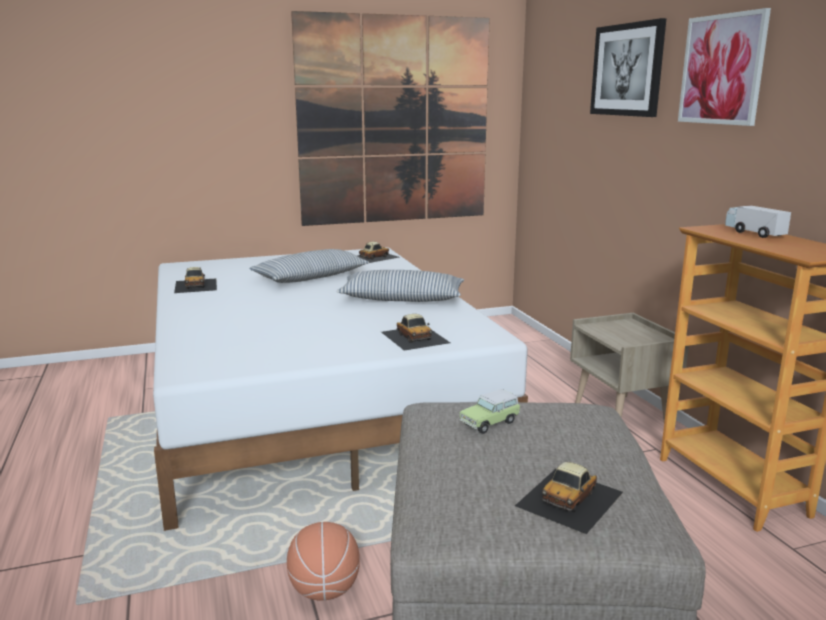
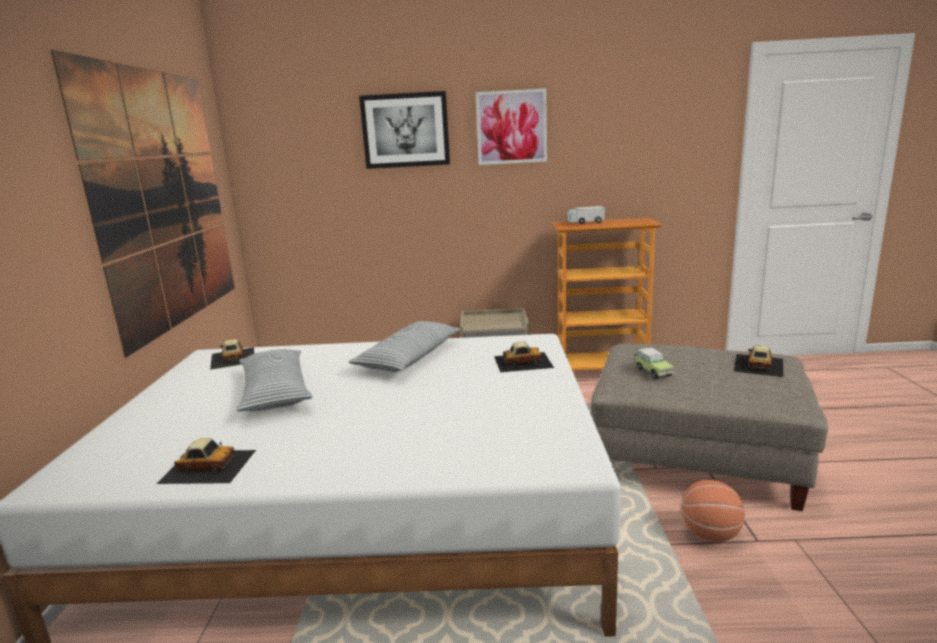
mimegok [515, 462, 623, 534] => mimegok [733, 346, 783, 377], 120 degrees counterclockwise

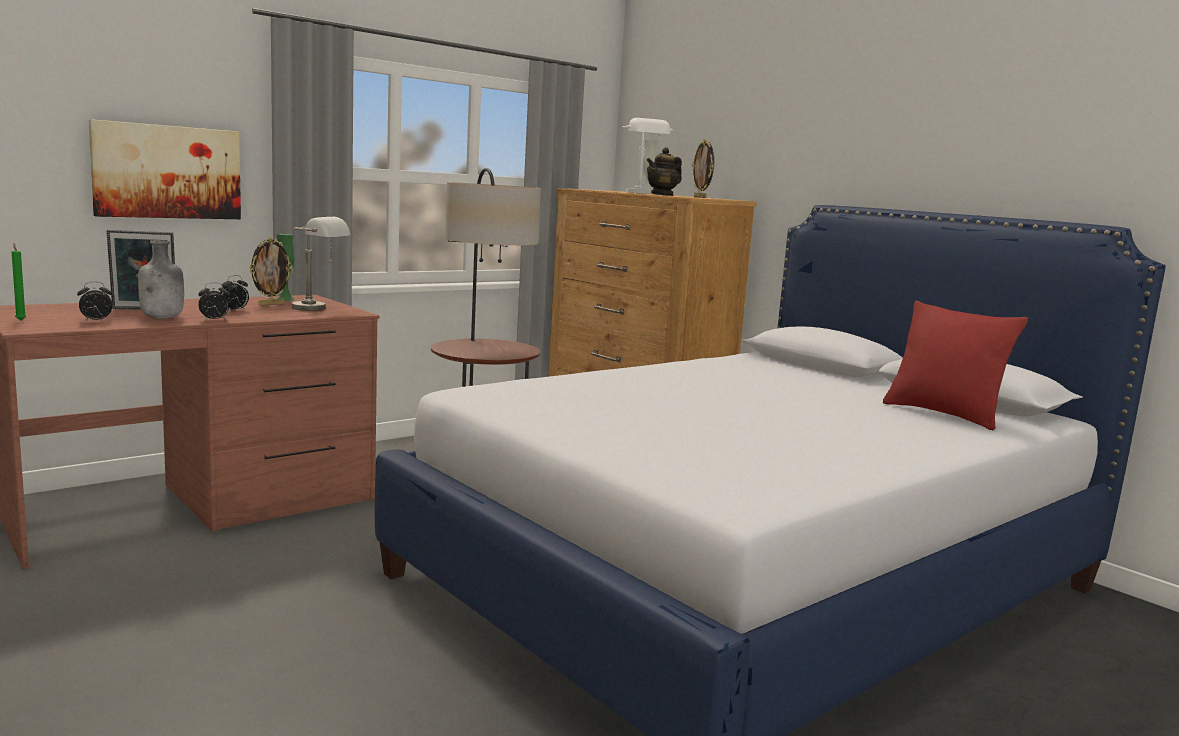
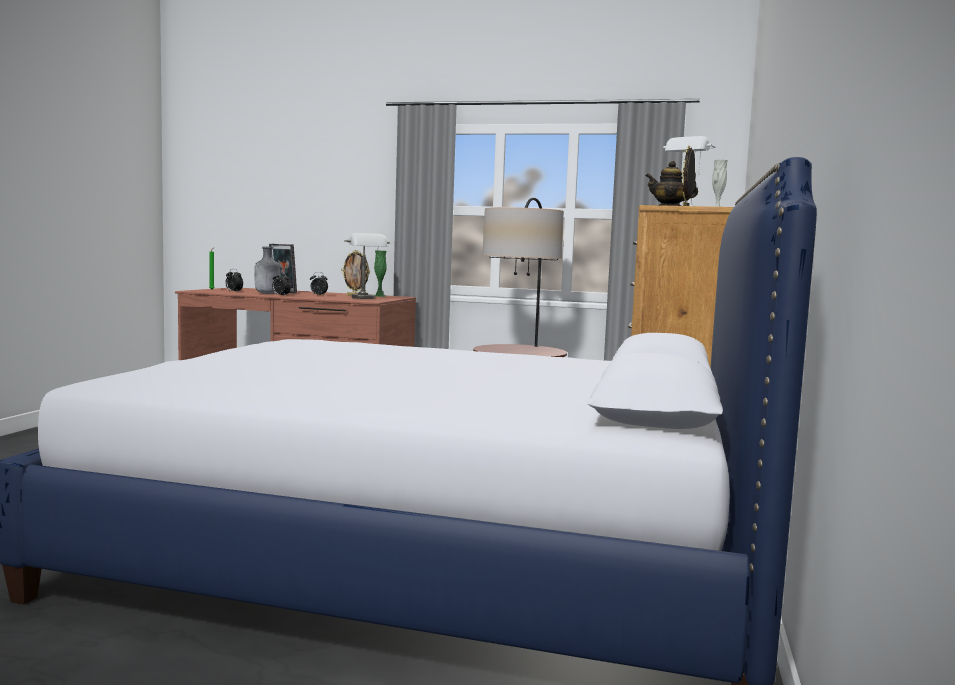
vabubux [89, 119, 241, 219] => nothing
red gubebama [883, 301, 1028, 431] => nothing

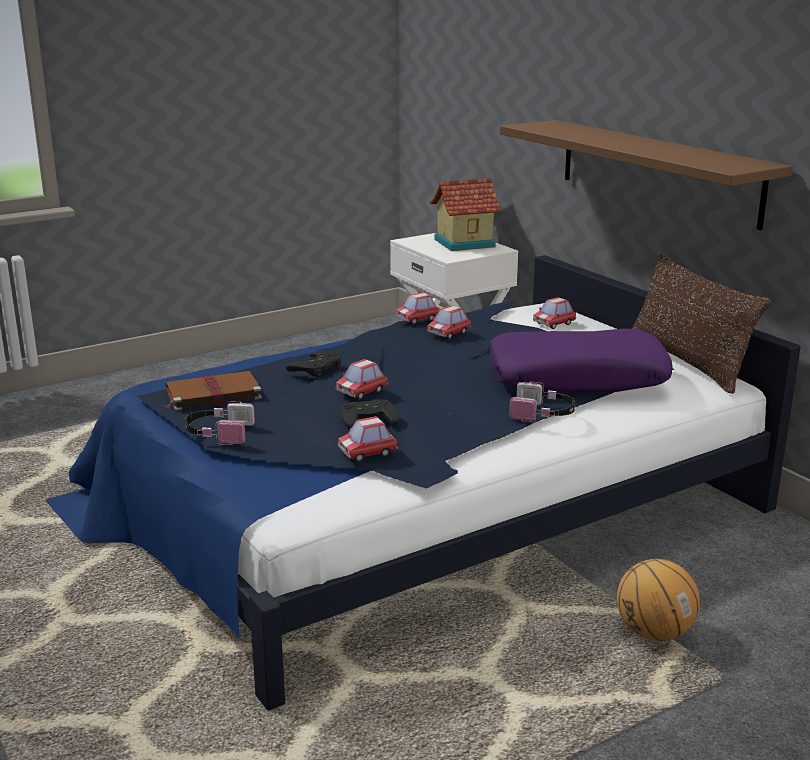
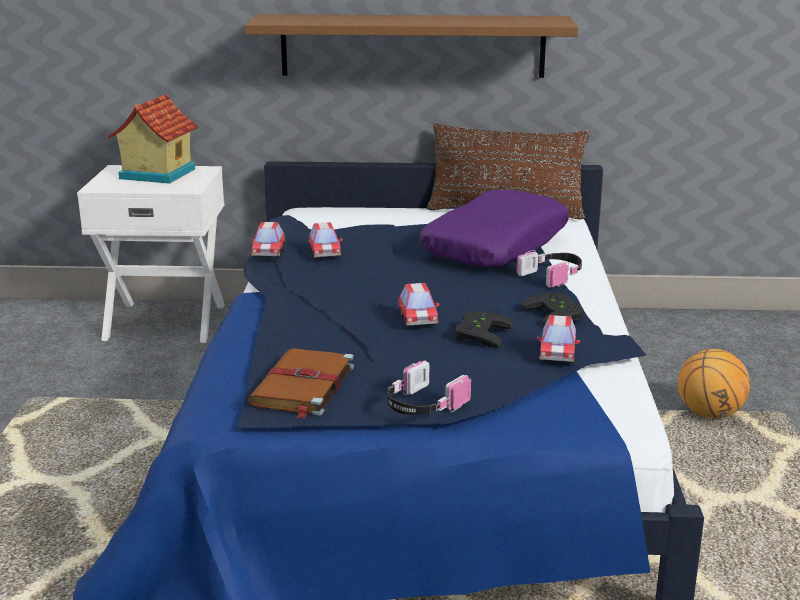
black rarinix [286, 351, 341, 377] => black rarinix [522, 293, 584, 325], relocated
mimegok [533, 297, 576, 329] => nothing

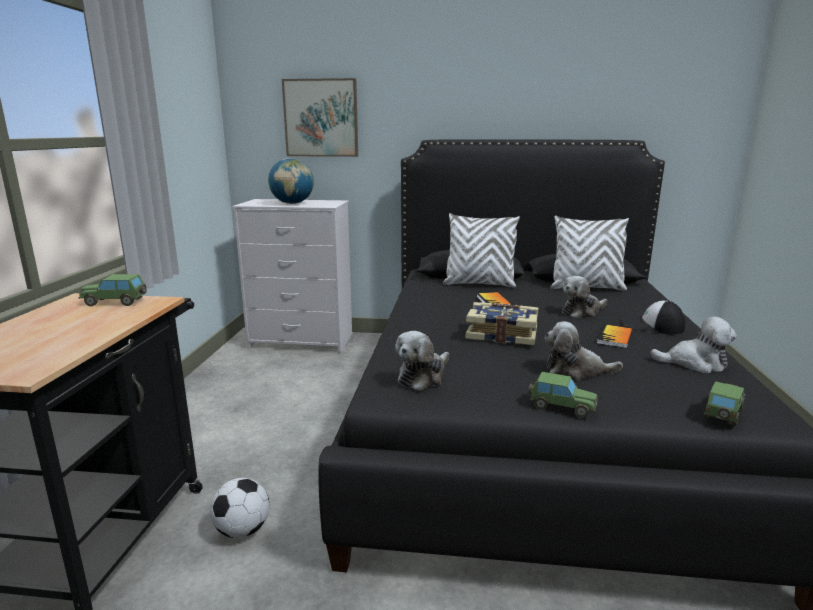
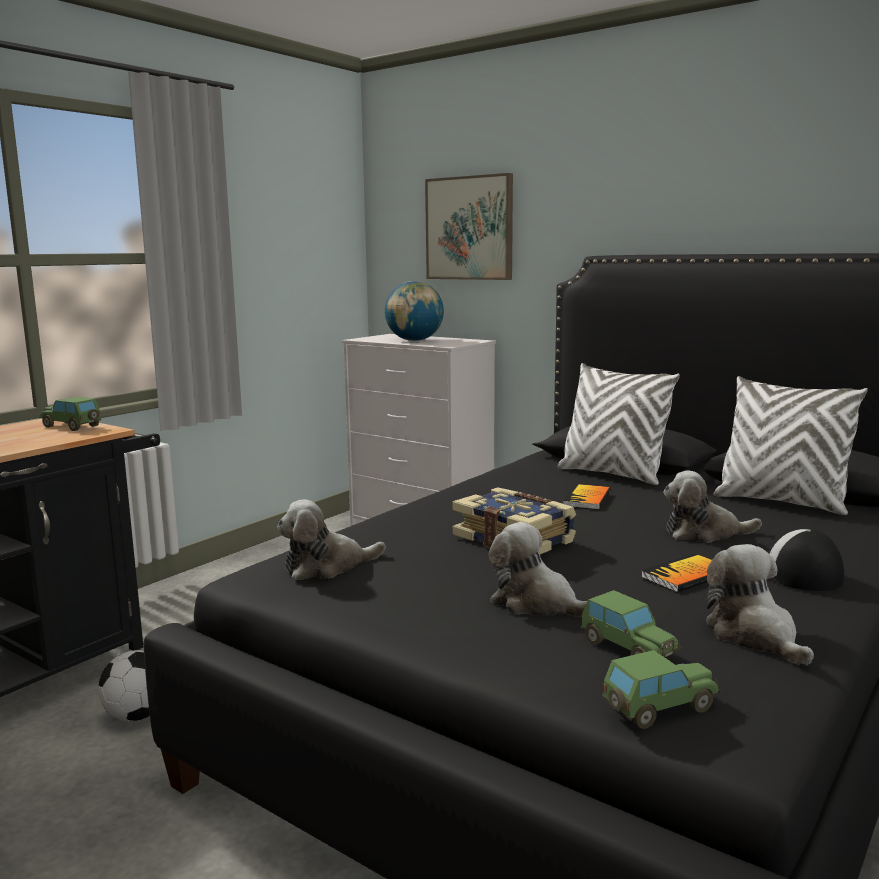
mimegok [528, 372, 598, 418] => mimegok [581, 590, 682, 657], relocated
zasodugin [650, 316, 737, 373] => zasodugin [706, 544, 814, 666], 150 degrees counterclockwise

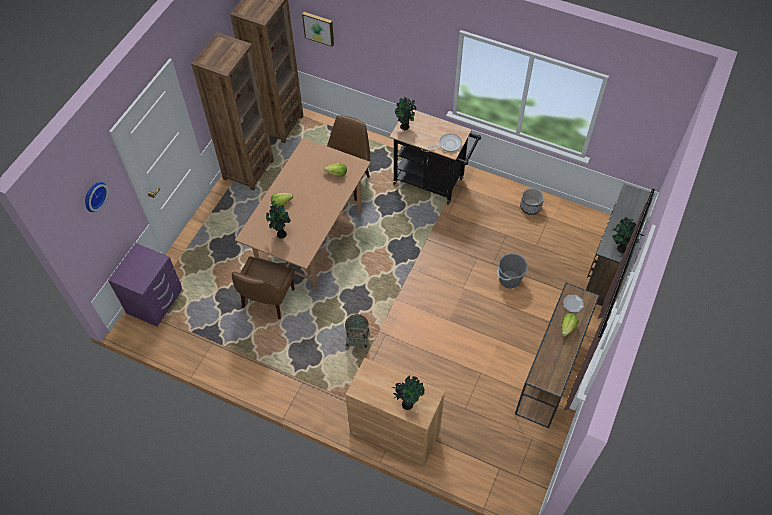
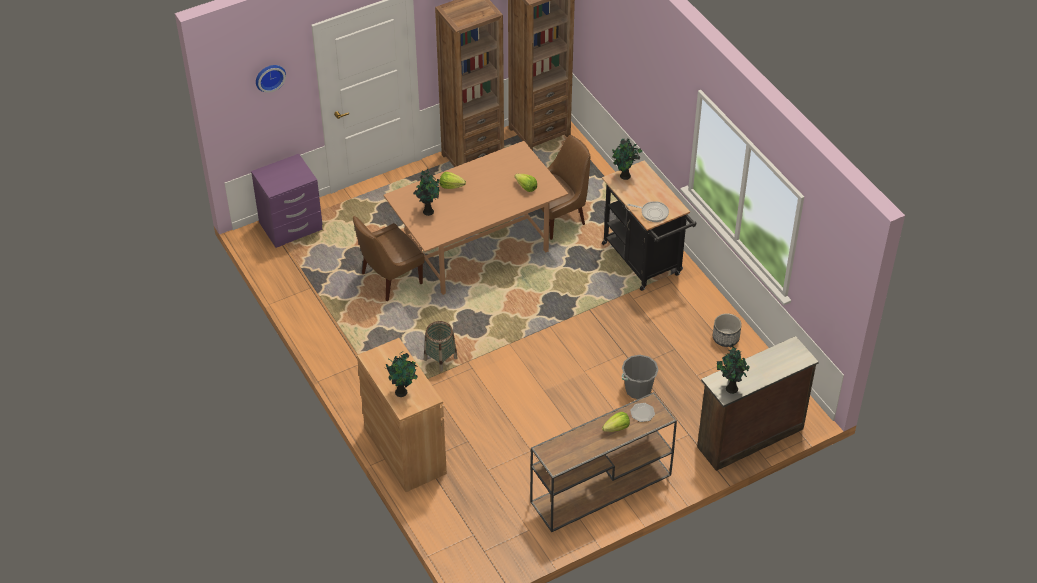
vabubux [302, 12, 334, 47] => nothing

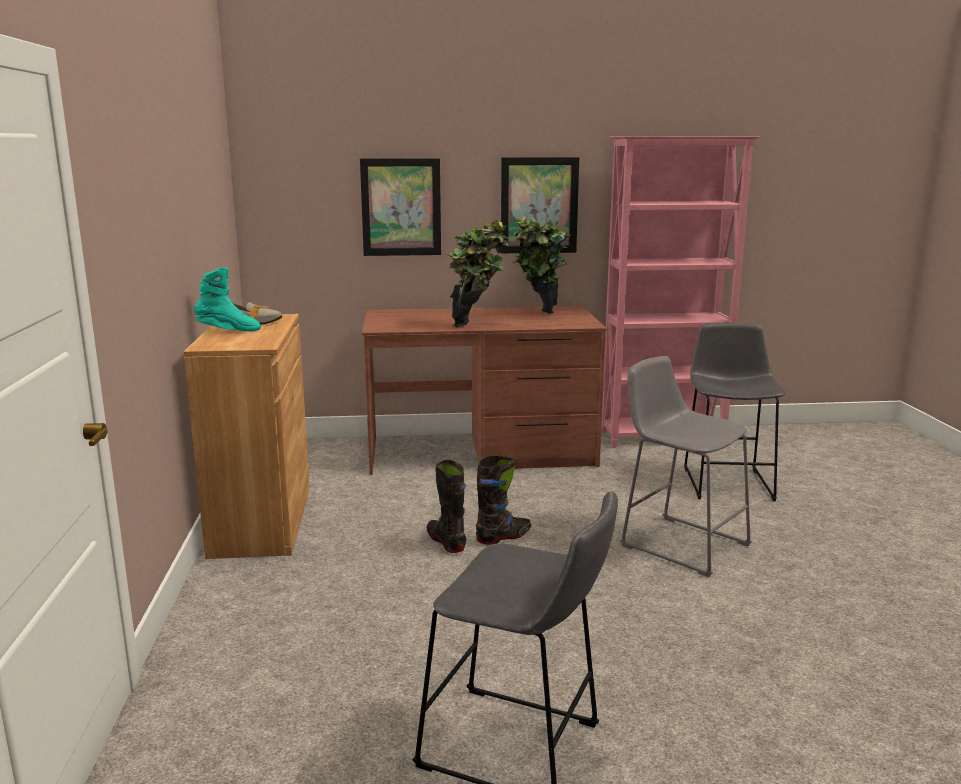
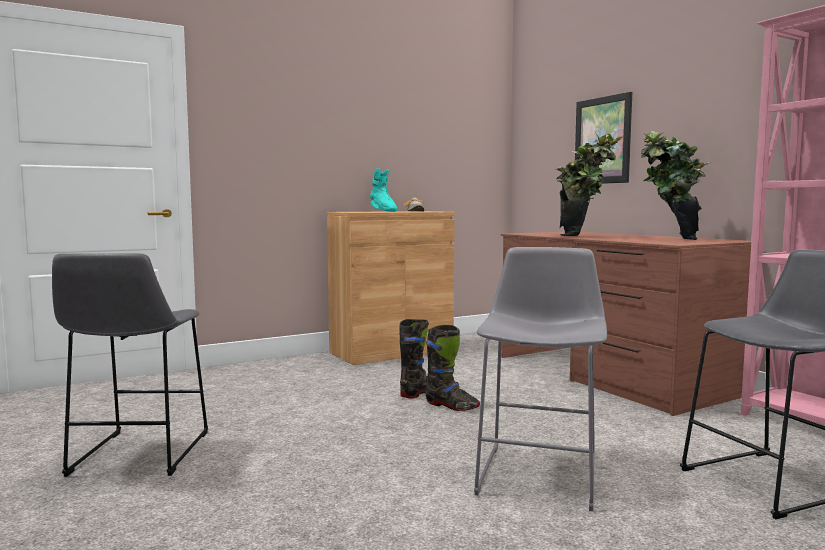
vabubux [501, 157, 579, 253] => nothing

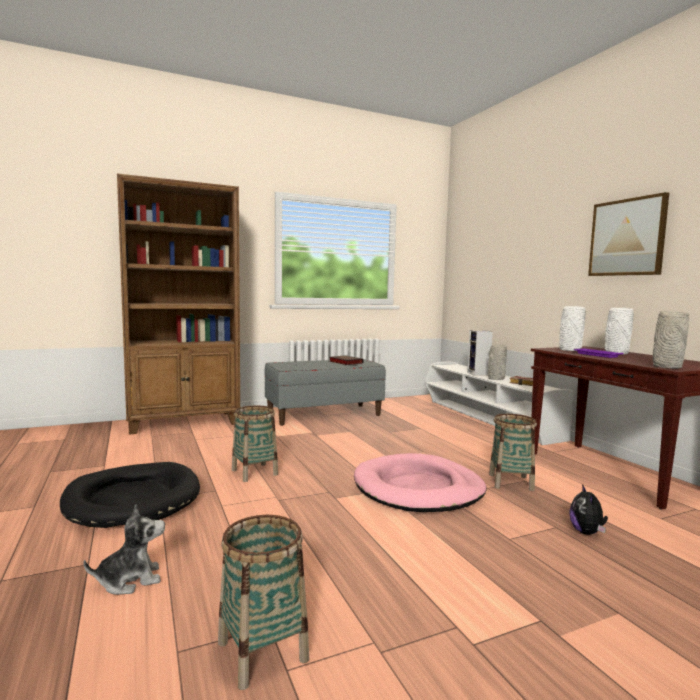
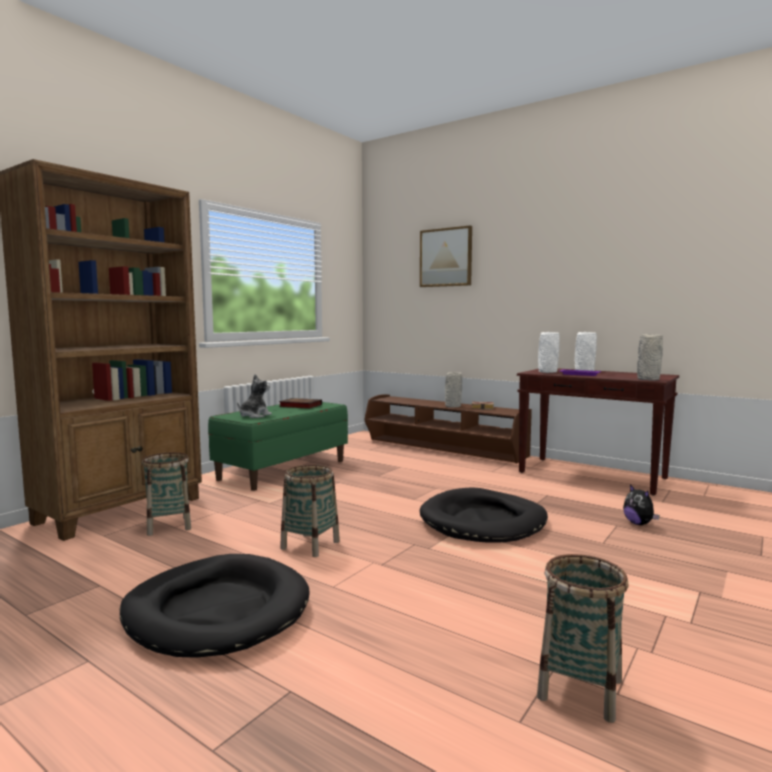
zasodugin [83, 504, 165, 595] => zasodugin [237, 374, 272, 418], relocated
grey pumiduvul [265, 359, 386, 426] => green pumiduvul [208, 402, 348, 491]
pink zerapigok [354, 453, 487, 512] => black zerapigok [420, 487, 548, 542]
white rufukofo [425, 362, 574, 445] => brown rufukofo [365, 394, 532, 463]
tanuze [467, 330, 493, 376] => nothing
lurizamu [489, 414, 537, 491] => lurizamu [142, 452, 191, 536], relocated
vabubux [588, 192, 669, 276] => vabubux [420, 225, 472, 287], relocated

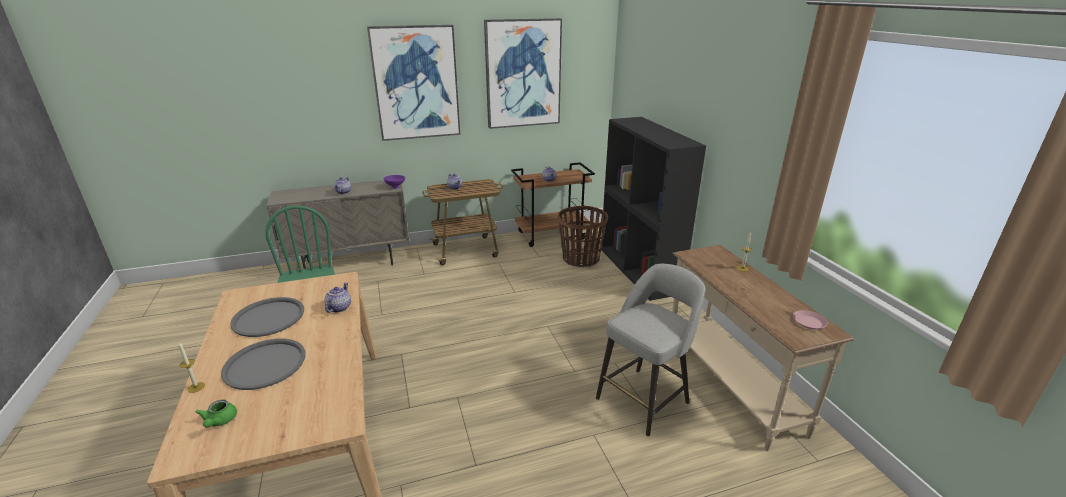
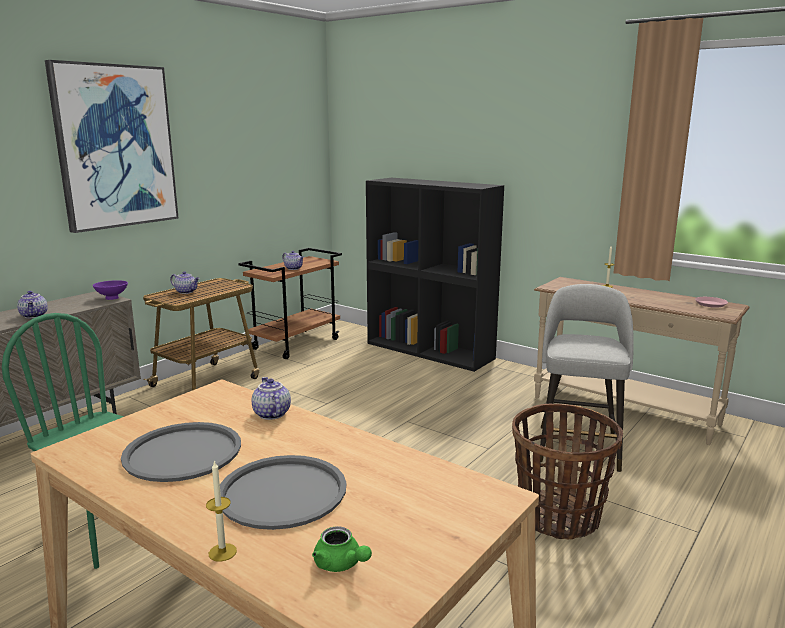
vabubux [484, 18, 562, 129] => nothing
lurizamu [558, 206, 608, 267] => lurizamu [512, 404, 623, 539], relocated

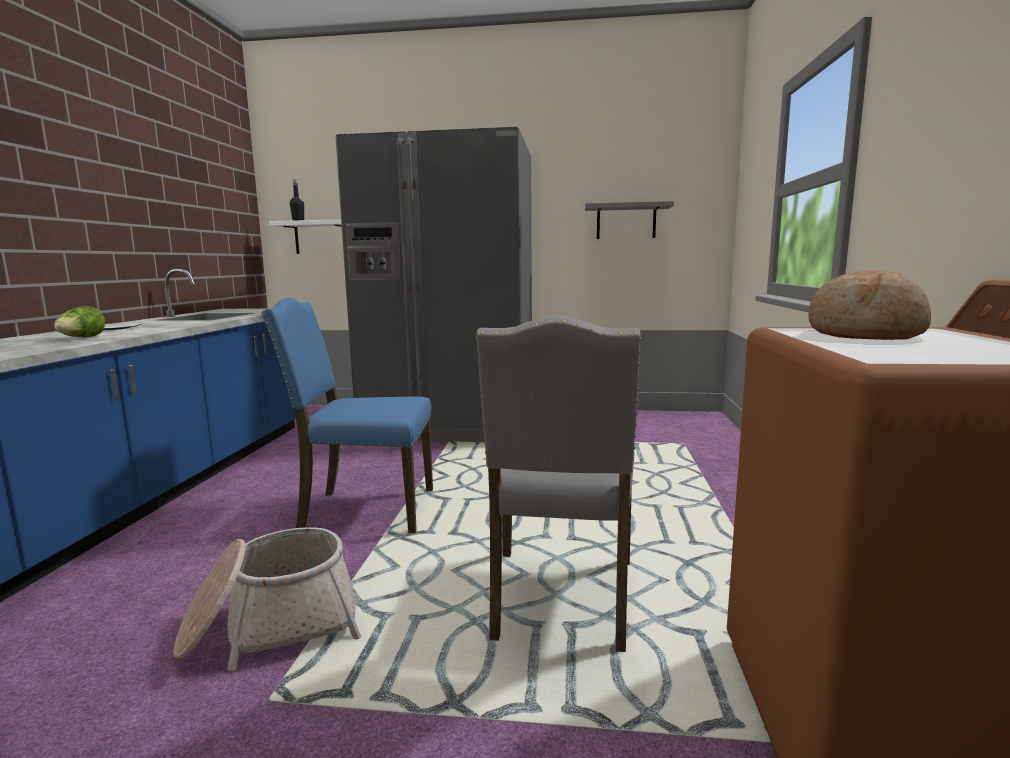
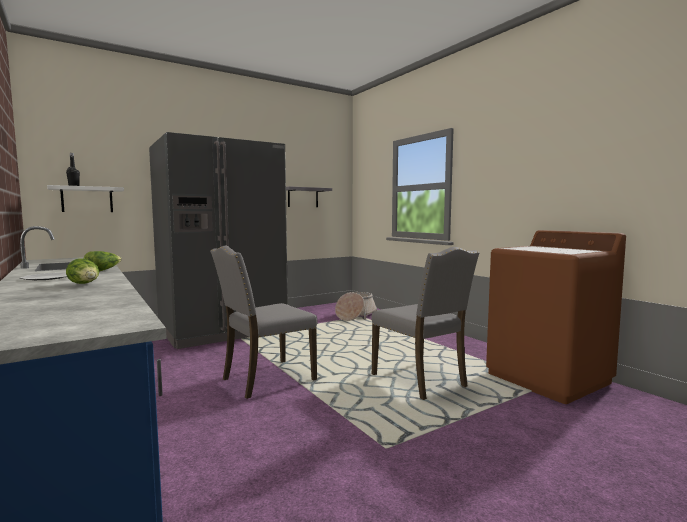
lurizamu [174, 527, 362, 671] => lurizamu [335, 292, 377, 321], relocated
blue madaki [261, 297, 433, 533] => grey madaki [210, 246, 318, 399]
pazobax [808, 270, 931, 340] => nothing
nothing => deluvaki [84, 251, 122, 272]

